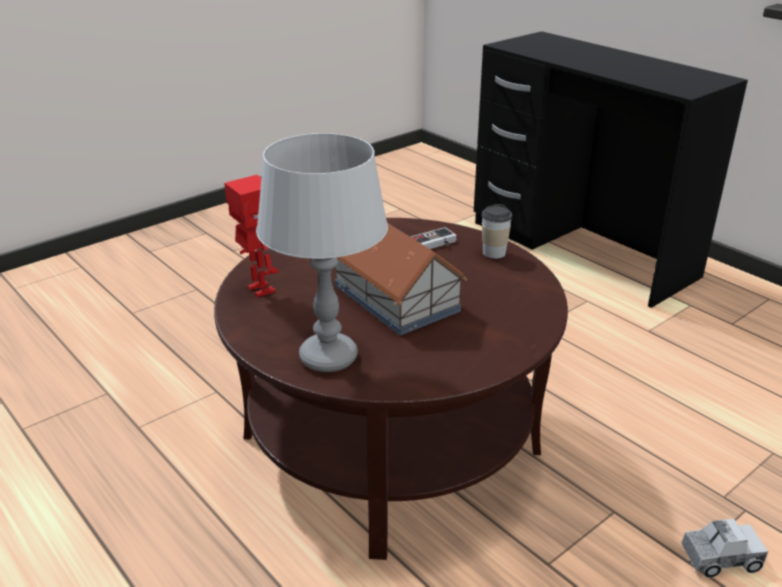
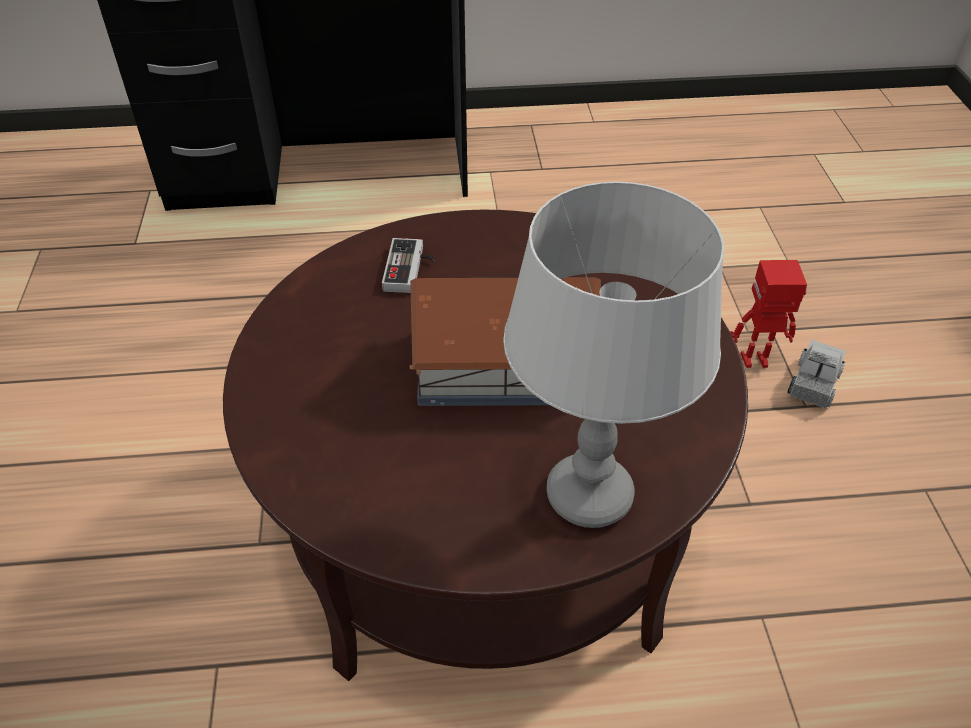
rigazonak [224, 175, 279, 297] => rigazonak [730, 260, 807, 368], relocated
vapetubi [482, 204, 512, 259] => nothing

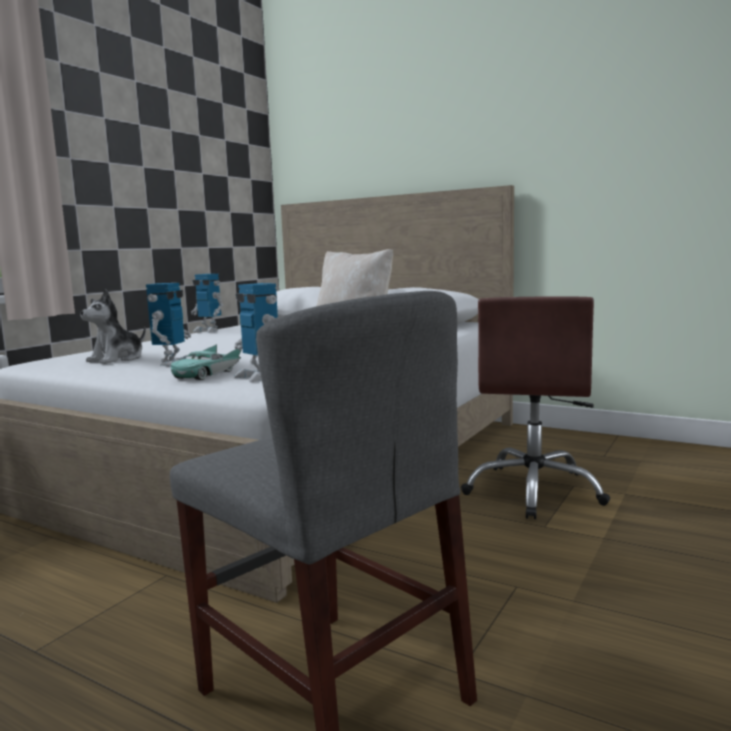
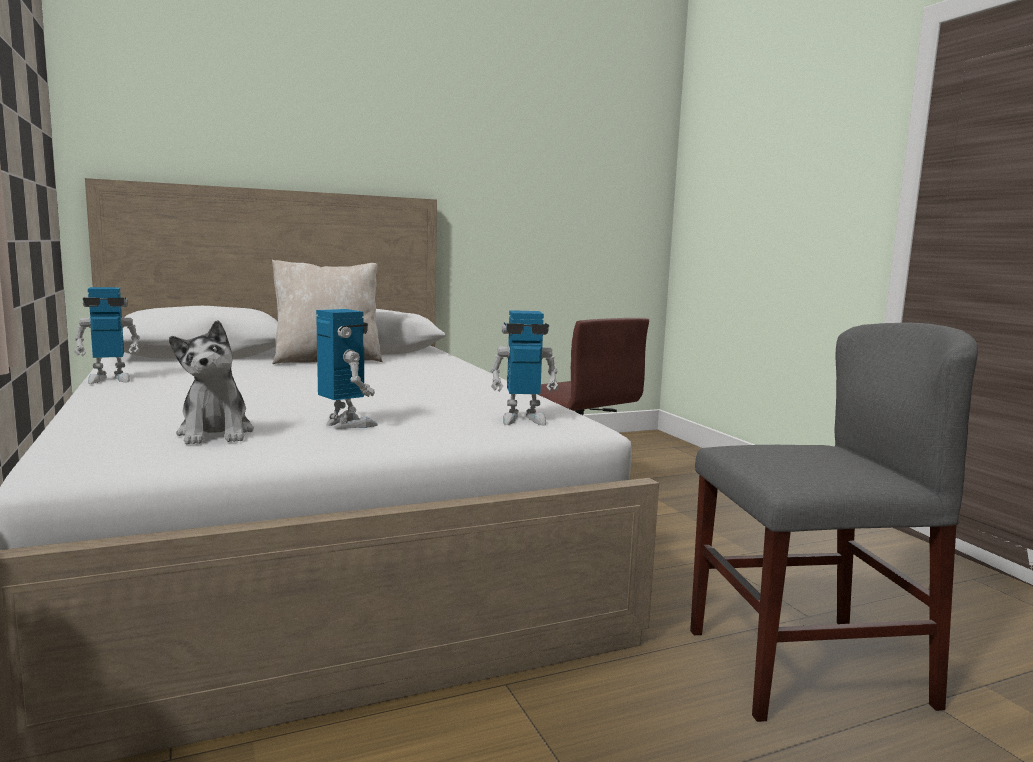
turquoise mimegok [171, 344, 242, 380] => nothing

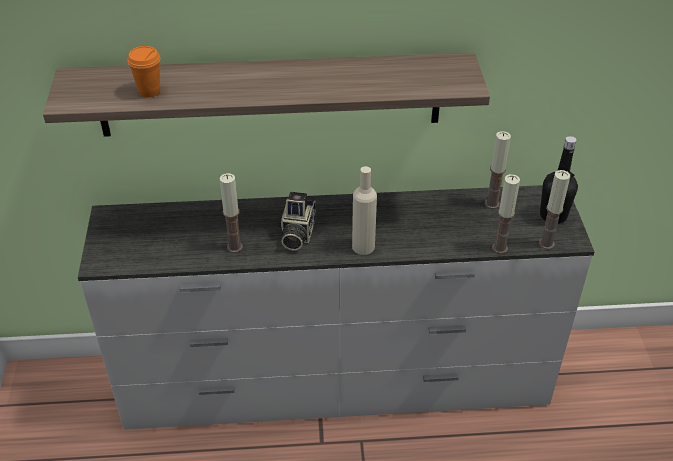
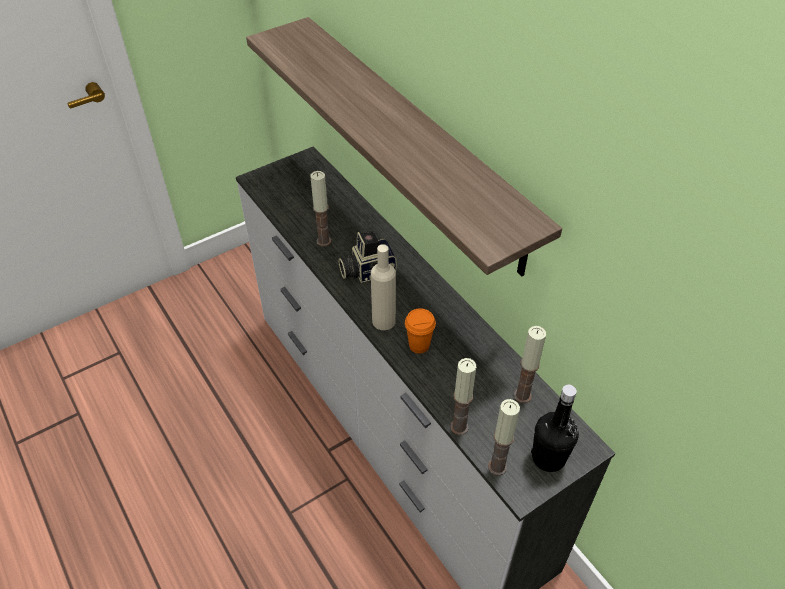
orange vapetubi [128, 46, 160, 98] => orange vapetubi [405, 308, 436, 354], relocated

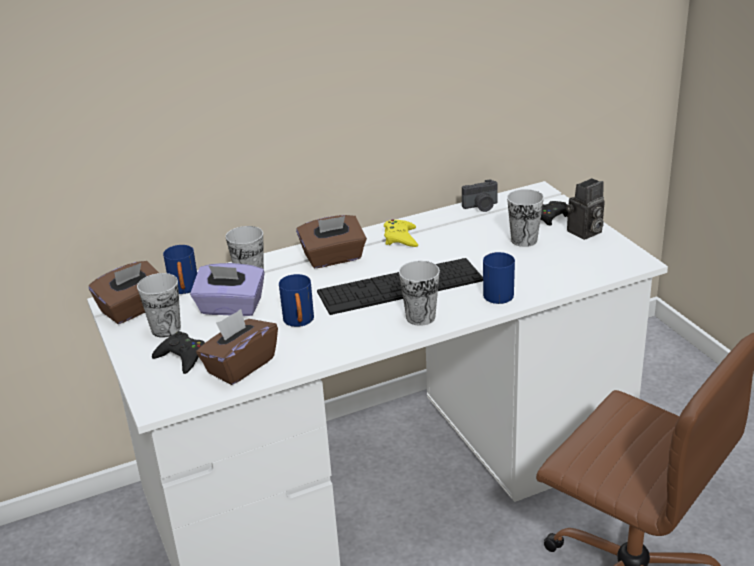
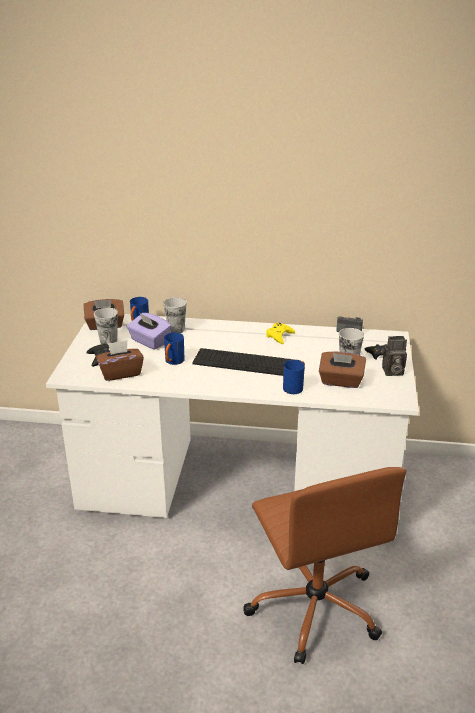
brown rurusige [296, 215, 367, 269] => brown rurusige [319, 352, 366, 388], relocated
vapetubi [399, 261, 440, 326] => nothing

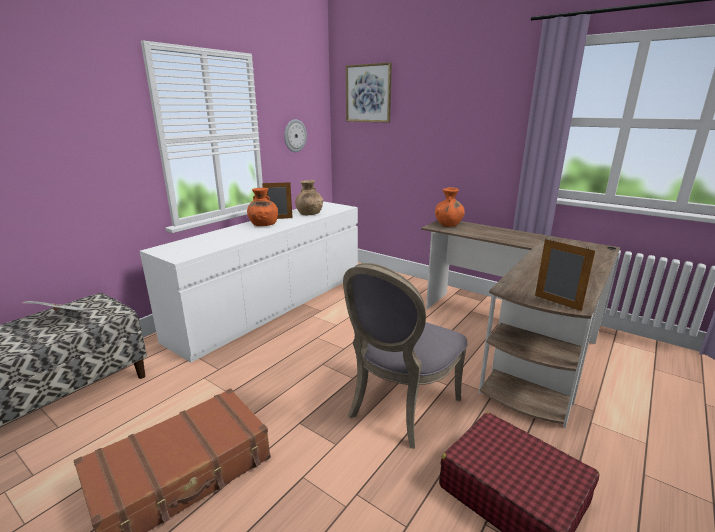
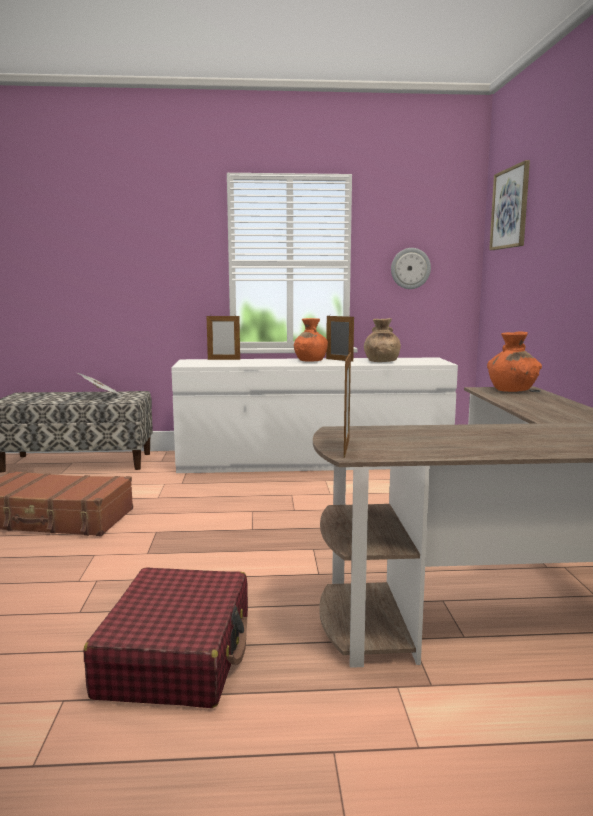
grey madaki [343, 263, 468, 449] => nothing
nothing => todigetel [207, 314, 240, 360]

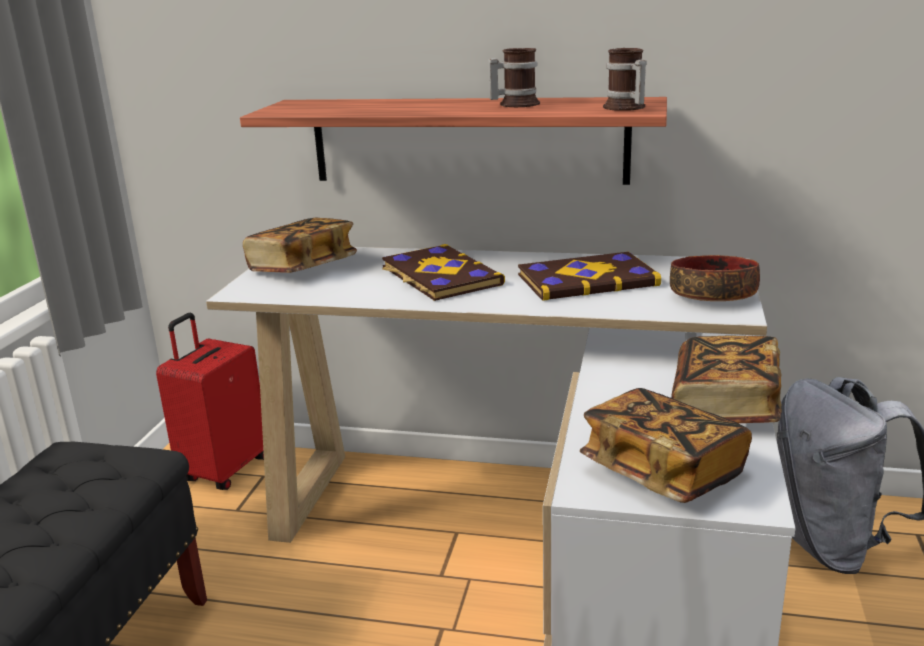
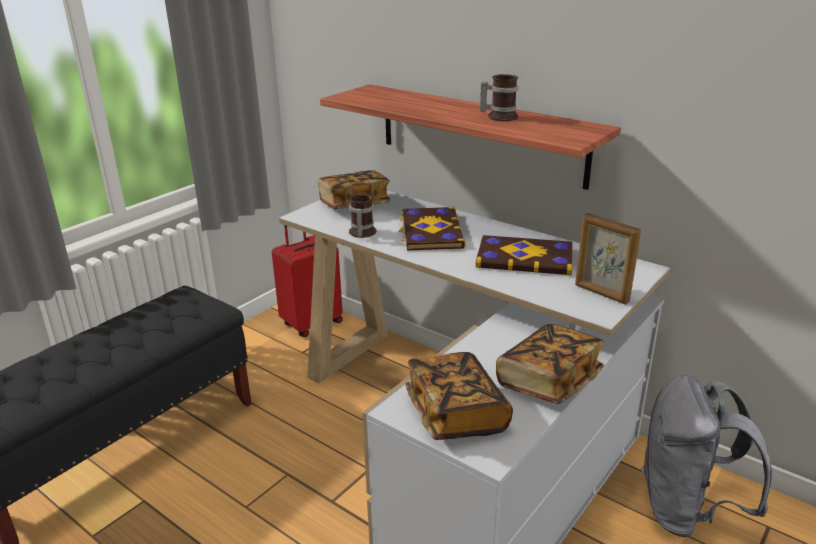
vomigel [603, 48, 647, 111] => vomigel [349, 194, 376, 238], relocated
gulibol [670, 255, 760, 301] => todigetel [575, 213, 641, 305]

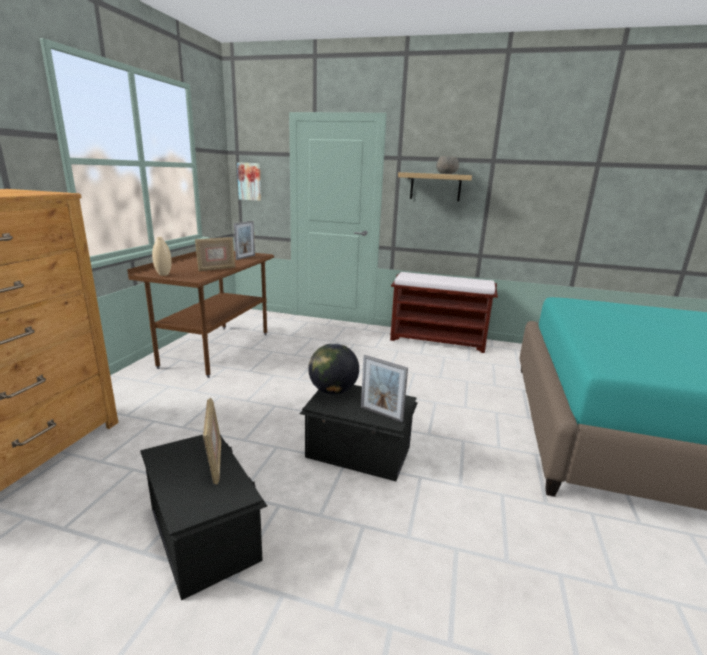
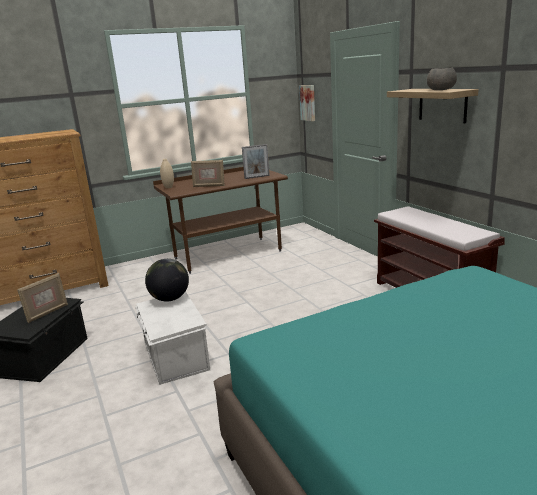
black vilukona [300, 385, 418, 481] => white vilukona [135, 291, 210, 385]
todigetel [361, 355, 408, 422] => nothing

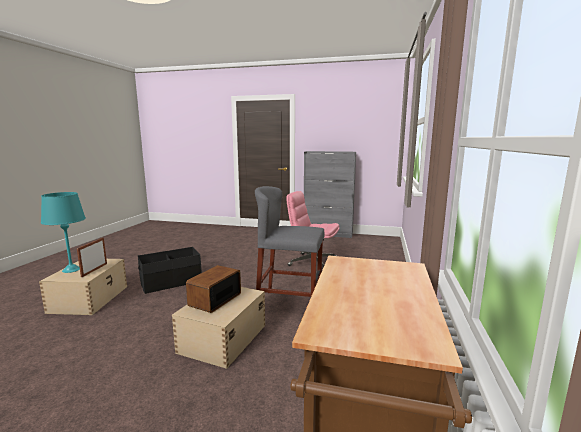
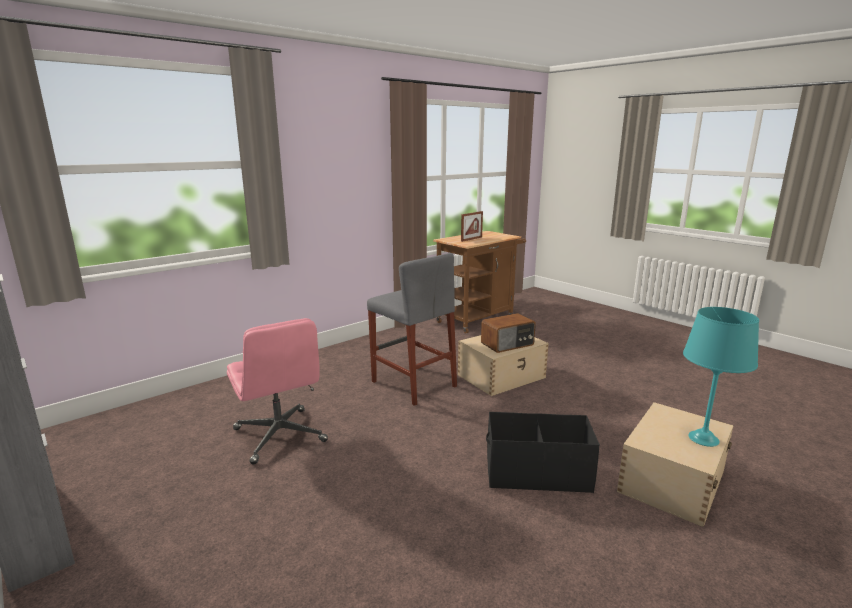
todigetel [77, 238, 107, 277] => todigetel [461, 211, 483, 242], relocated

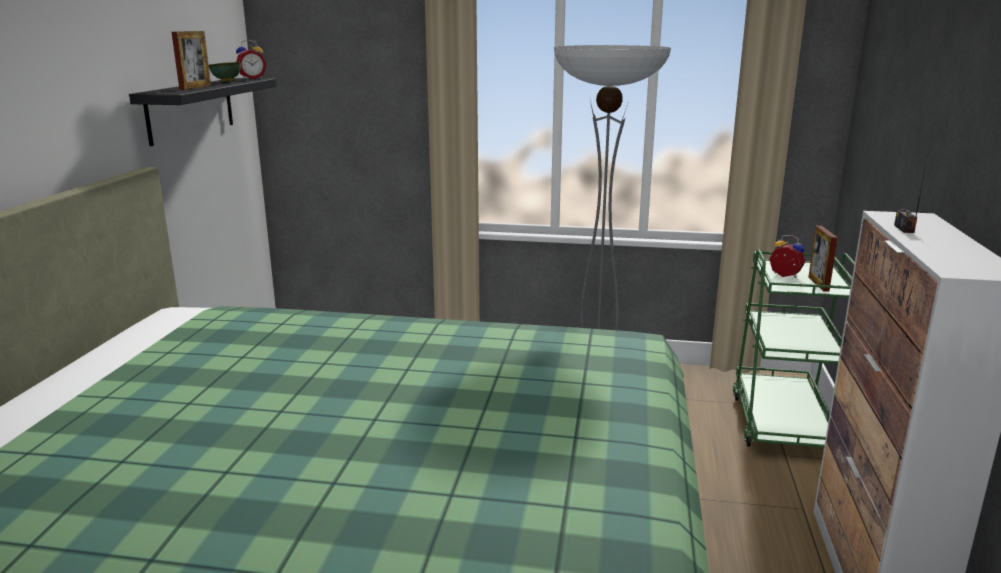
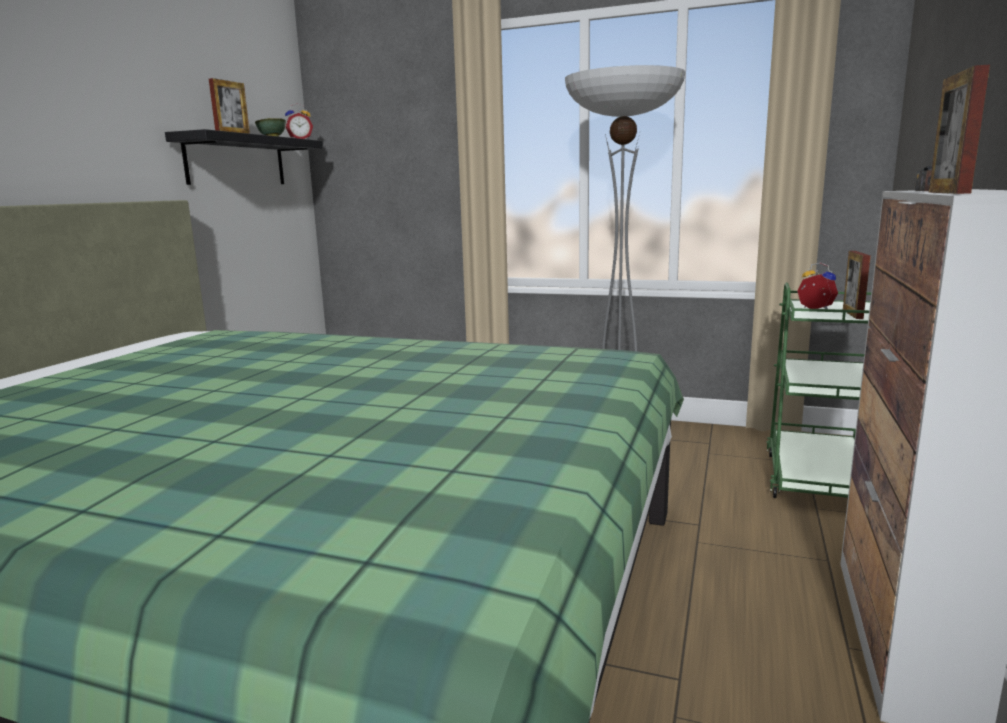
nothing => todigetel [929, 65, 990, 194]

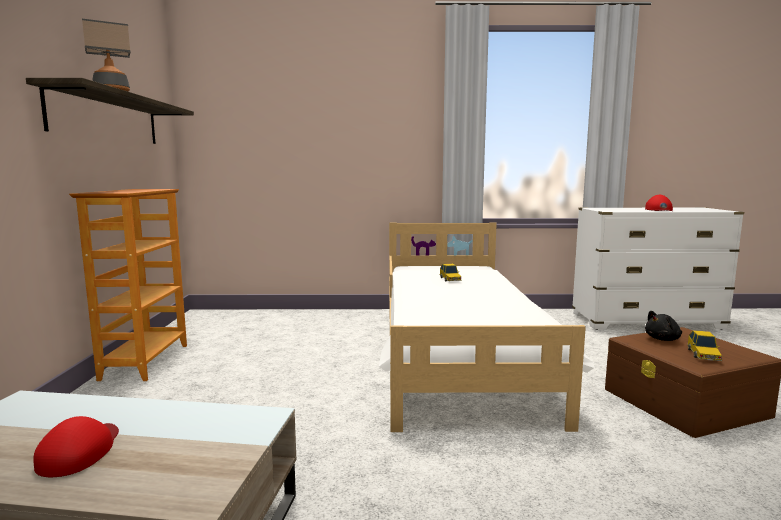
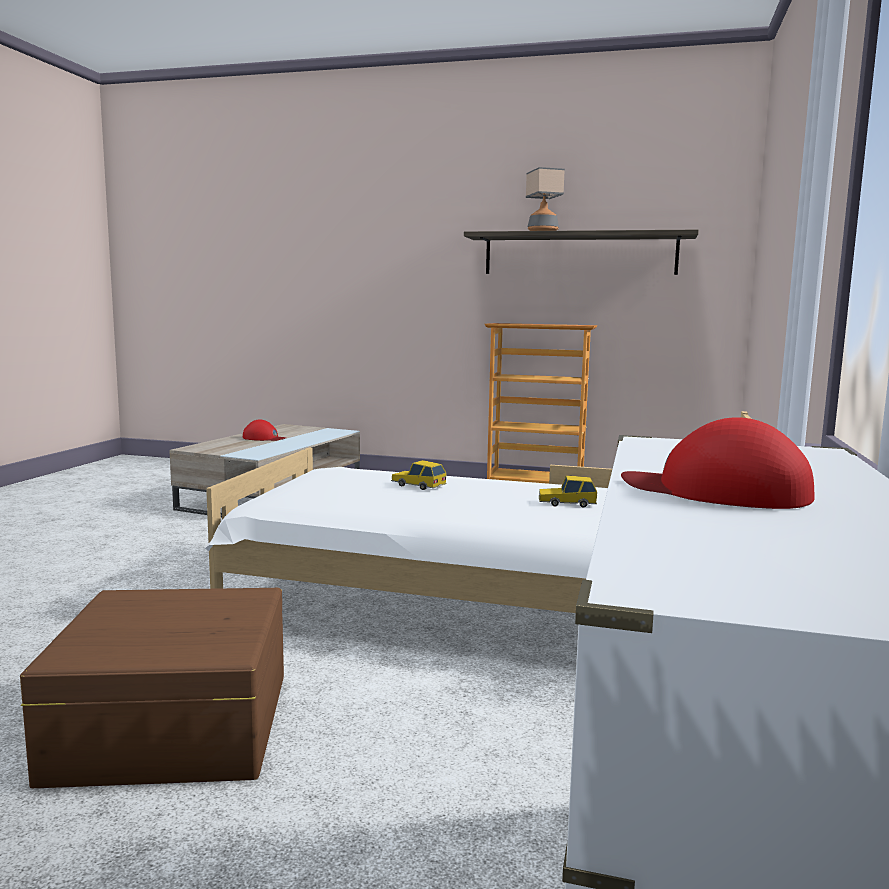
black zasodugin [645, 311, 682, 341] => nothing
mimegok [687, 330, 722, 361] => mimegok [391, 460, 447, 490], relocated

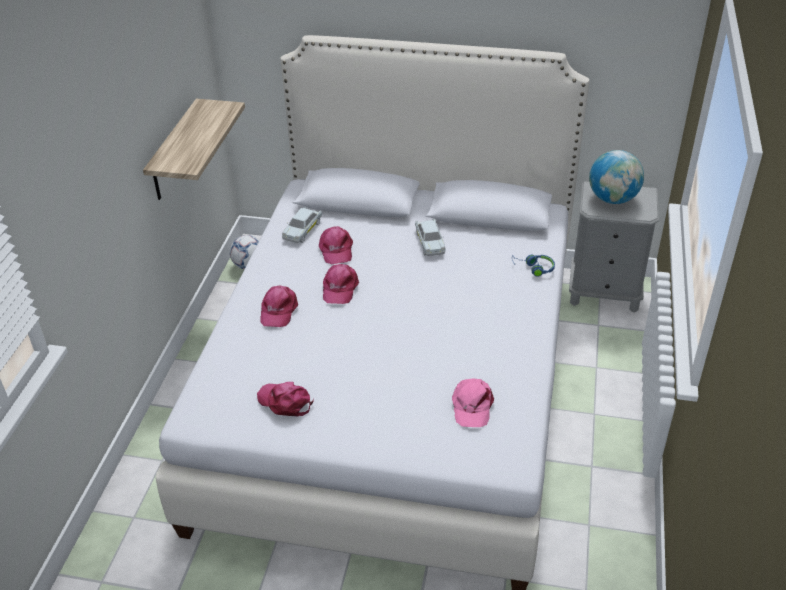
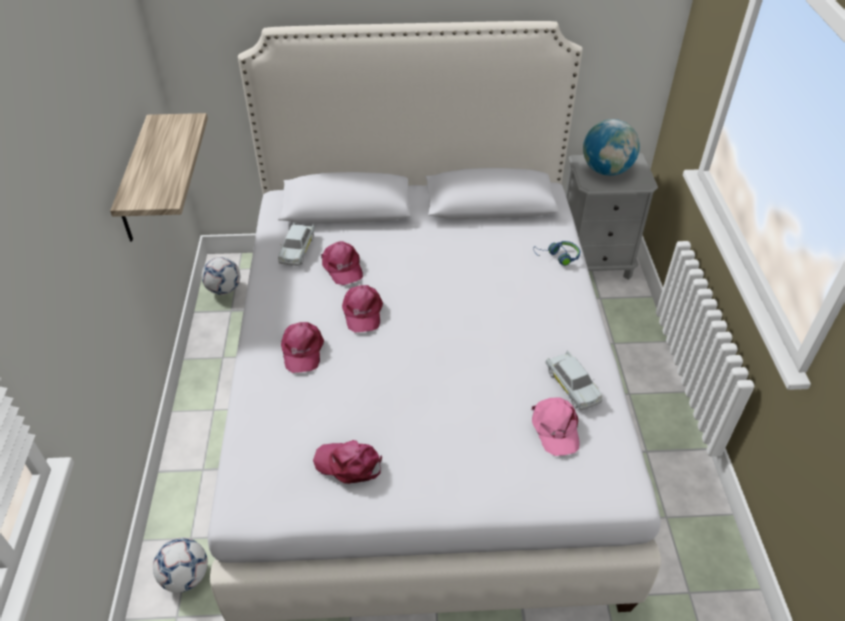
white mimegok [415, 218, 445, 256] => white mimegok [545, 351, 602, 410], relocated
nothing => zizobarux [153, 538, 208, 593]

